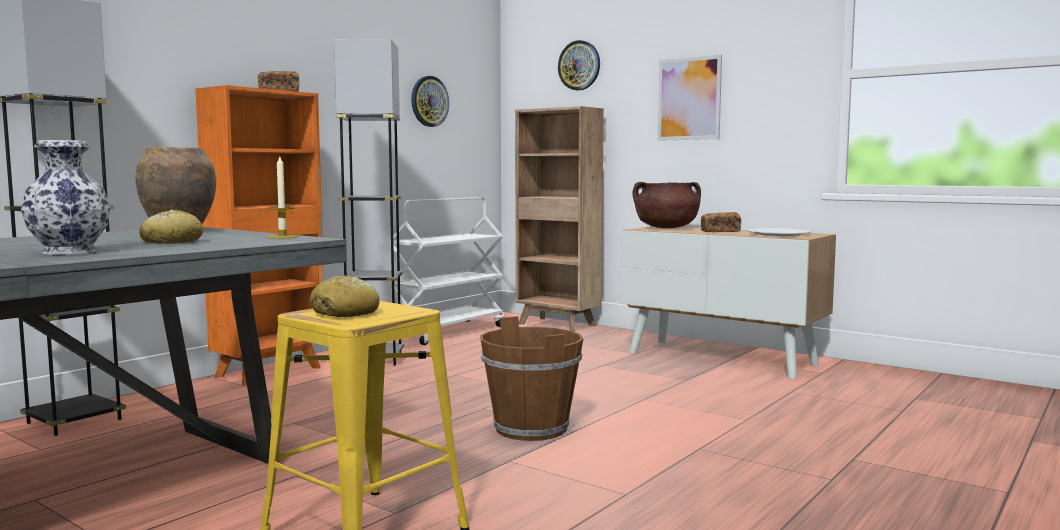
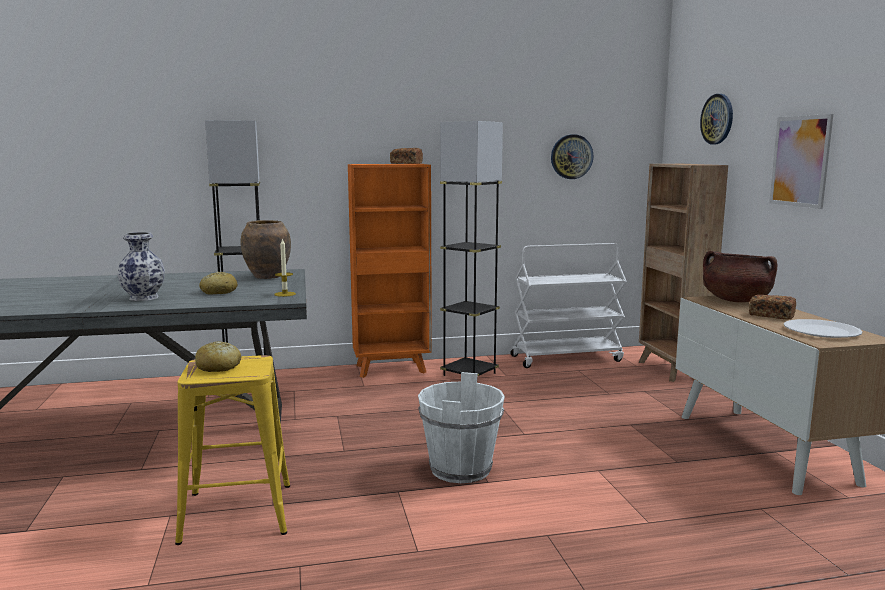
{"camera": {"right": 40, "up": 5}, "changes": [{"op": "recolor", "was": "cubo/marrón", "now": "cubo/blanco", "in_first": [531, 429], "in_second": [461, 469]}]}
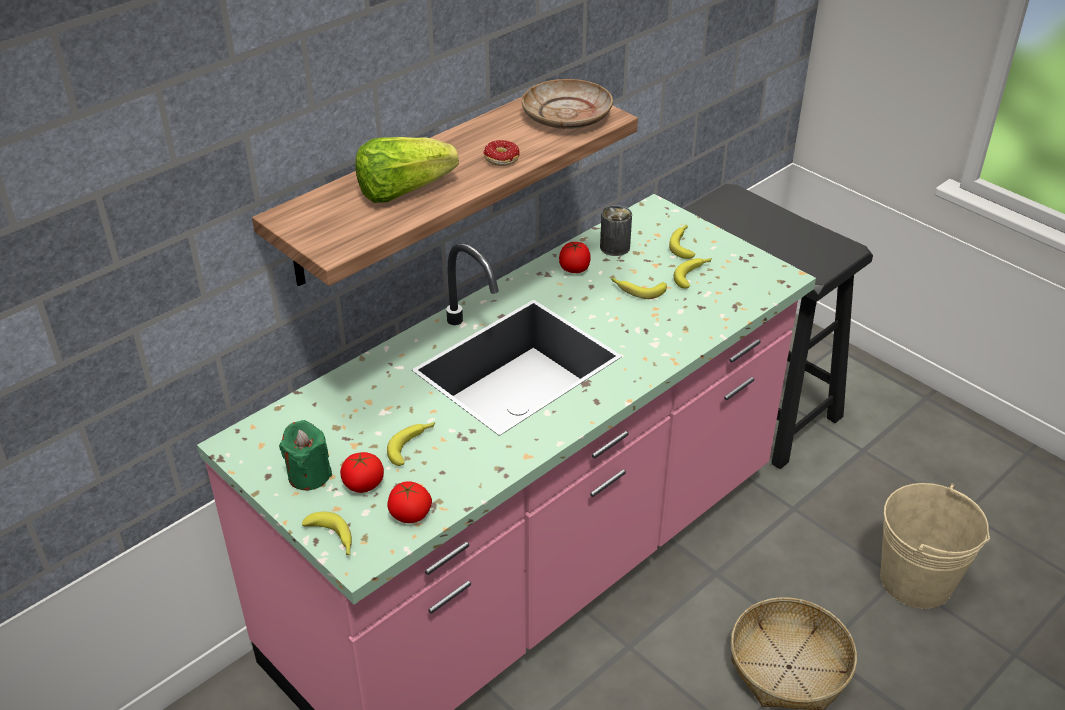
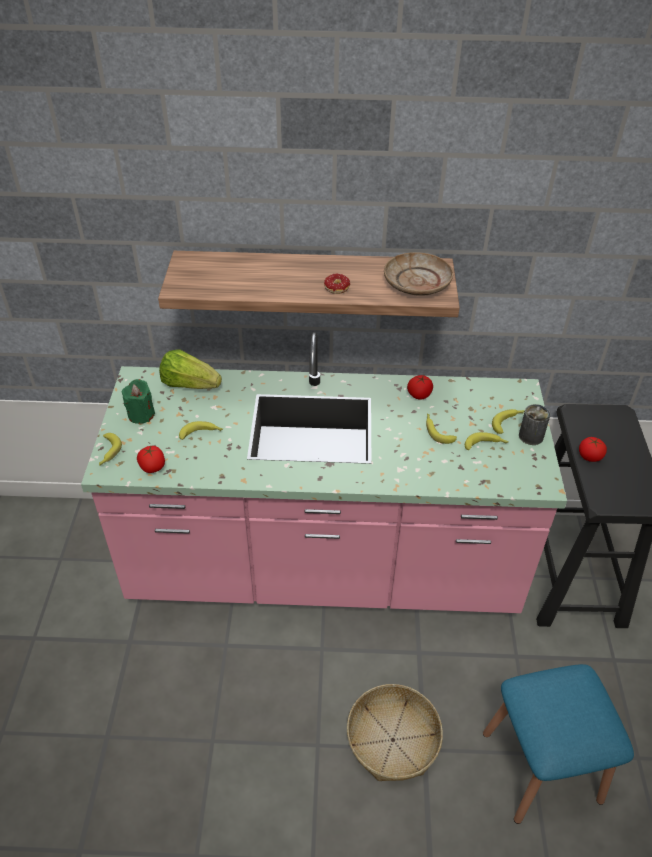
{"camera": {"right": 45, "up": 5}, "changes": [{"op": "move", "was": "lechuga", "in_first": [403, 191], "in_second": [189, 384]}, {"op": "replace", "was": "cubo/beis", "now": "taburete/azul", "in_first": [916, 580], "in_second": [541, 766]}, {"op": "move", "was": "lata", "in_first": [615, 247], "in_second": [531, 436]}, {"op": "move", "was": "tomate", "in_first": [363, 484], "in_second": [590, 456]}]}
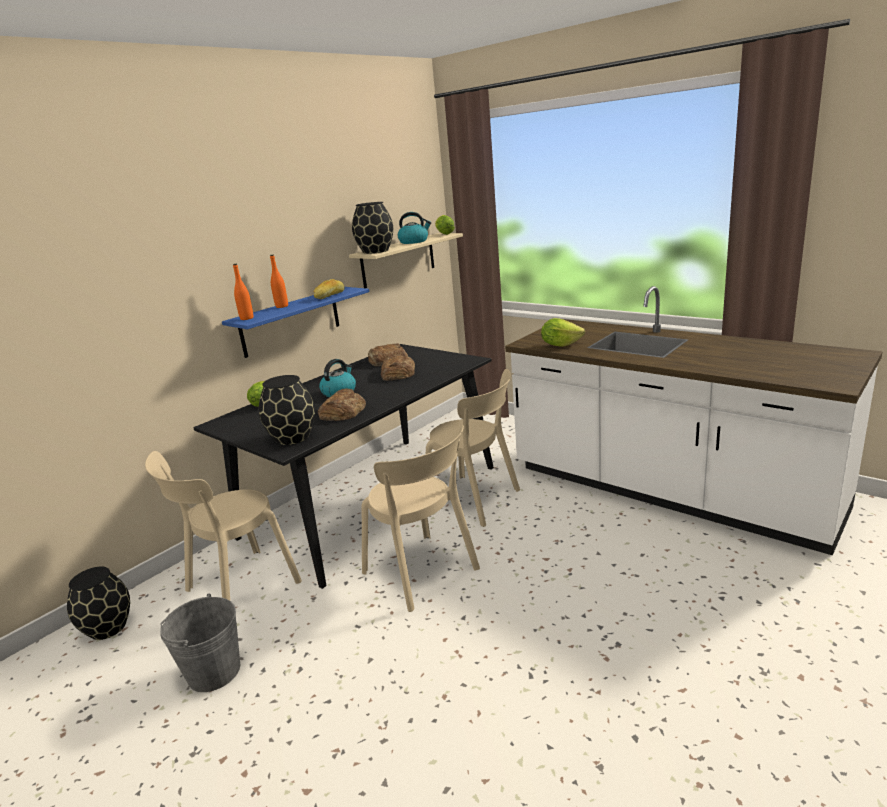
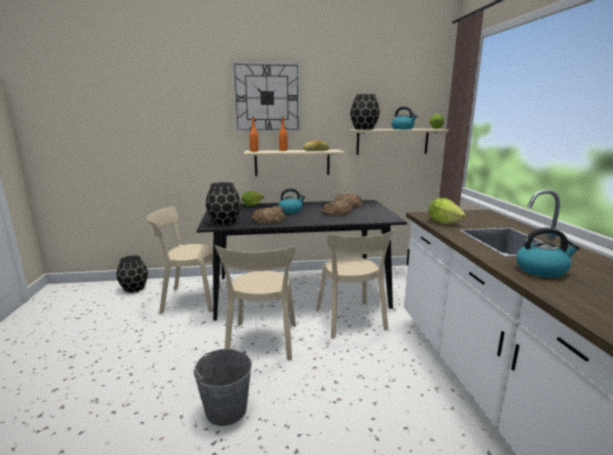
{"camera": {"right": 40, "up": -5}, "changes": [{"op": "move", "was": "cubo/gris", "in_first": [214, 671], "in_second": [226, 409]}, {"op": "insert", "now": "reloj de pared", "in_second": [267, 98]}, {"op": "recolor", "was": "estante/azul", "now": "estante/beis", "in_first": [291, 321], "in_second": [292, 162]}, {"op": "insert", "now": "hervidor", "in_second": [541, 270]}]}
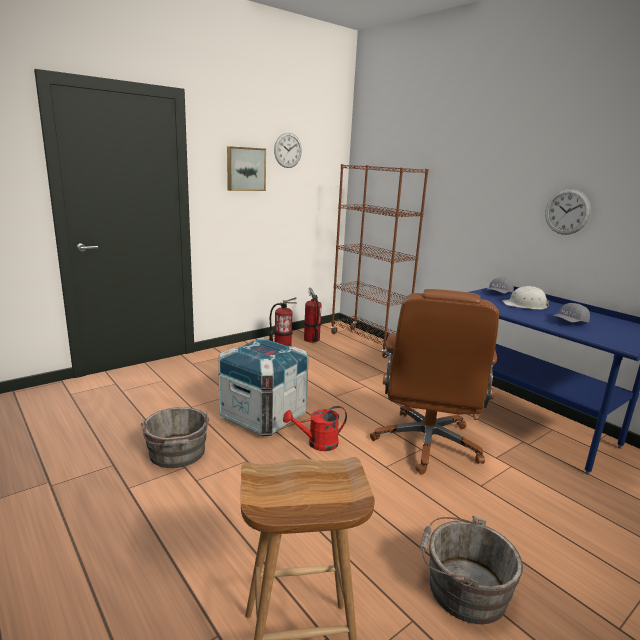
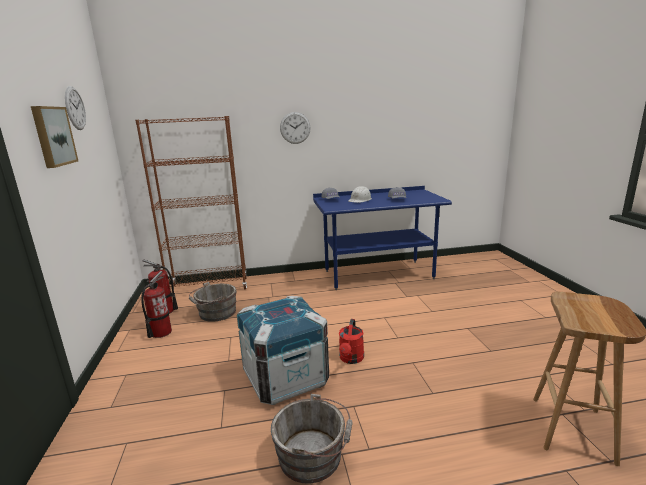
{"camera": {"right": -60, "up": 0}, "changes": [{"op": "move", "was": "cubo/gris", "in_first": [462, 588], "in_second": [215, 313]}, {"op": "move", "was": "reloj de pared", "in_first": [567, 212], "in_second": [295, 128]}, {"op": "delete", "was": "silla de oficina/marrón", "in_first": [427, 444]}]}
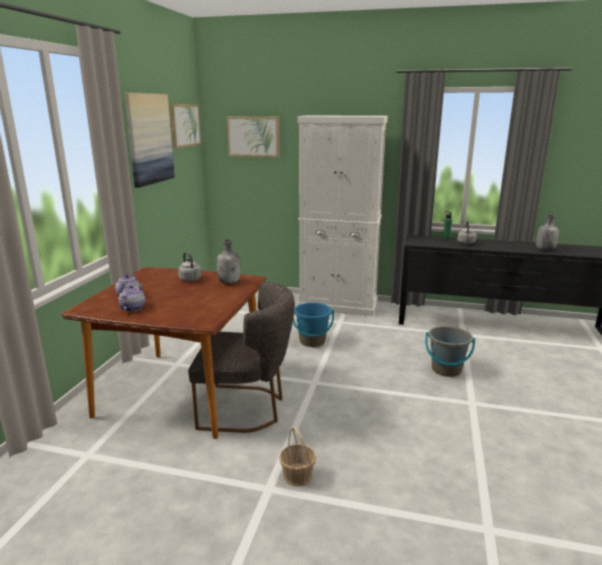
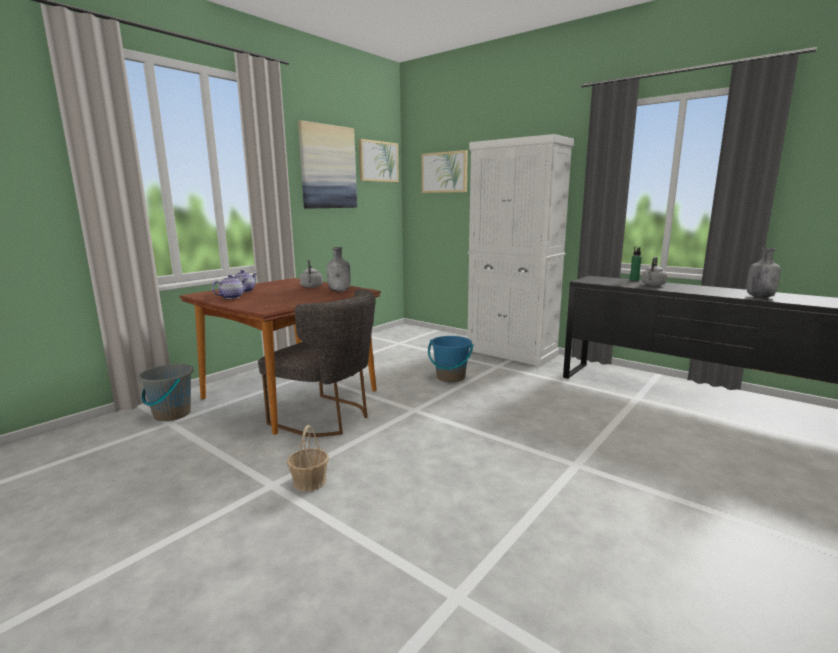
{"camera": {"right": 25, "up": -5}, "changes": [{"op": "move", "was": "cubo/gris", "in_first": [446, 370], "in_second": [172, 414]}]}
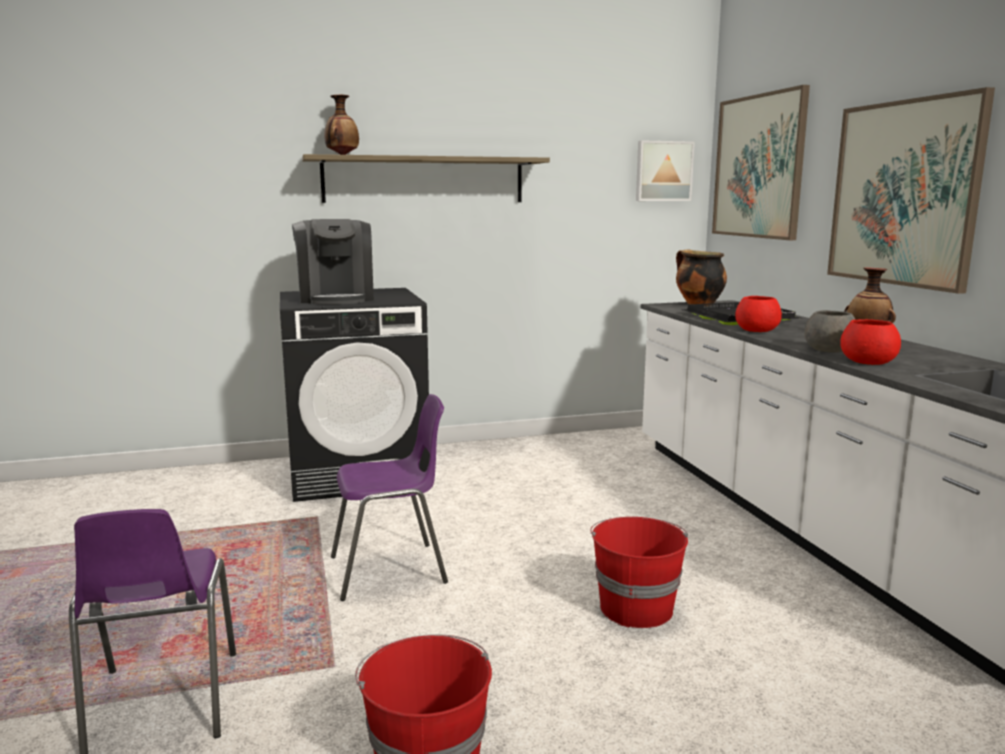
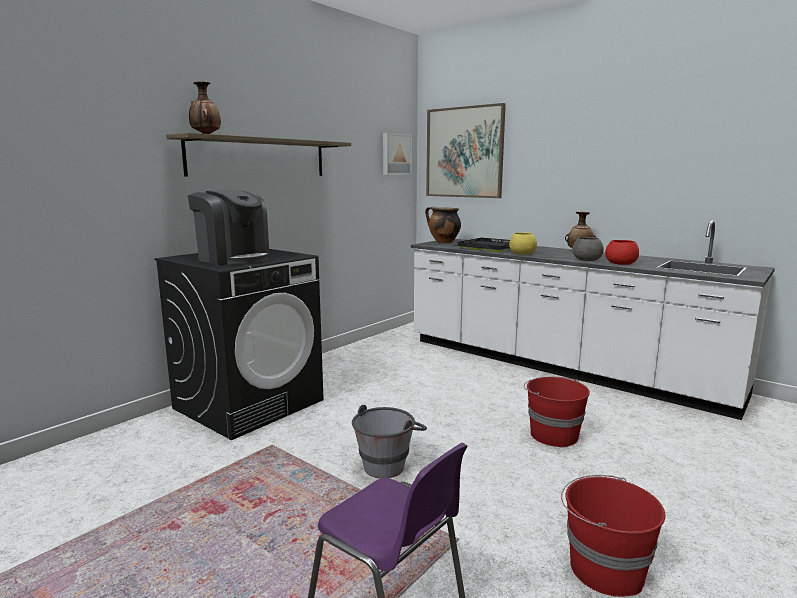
{"camera": {"right": -35, "up": 0}, "changes": [{"op": "replace", "was": "silla/morado", "now": "cubo/gris", "in_first": [391, 570], "in_second": [389, 463]}, {"op": "recolor", "was": "cuenco/rojo", "now": "cuenco/amarillo", "in_first": [756, 330], "in_second": [522, 253]}, {"op": "delete", "was": "cuadro", "in_first": [903, 193]}]}
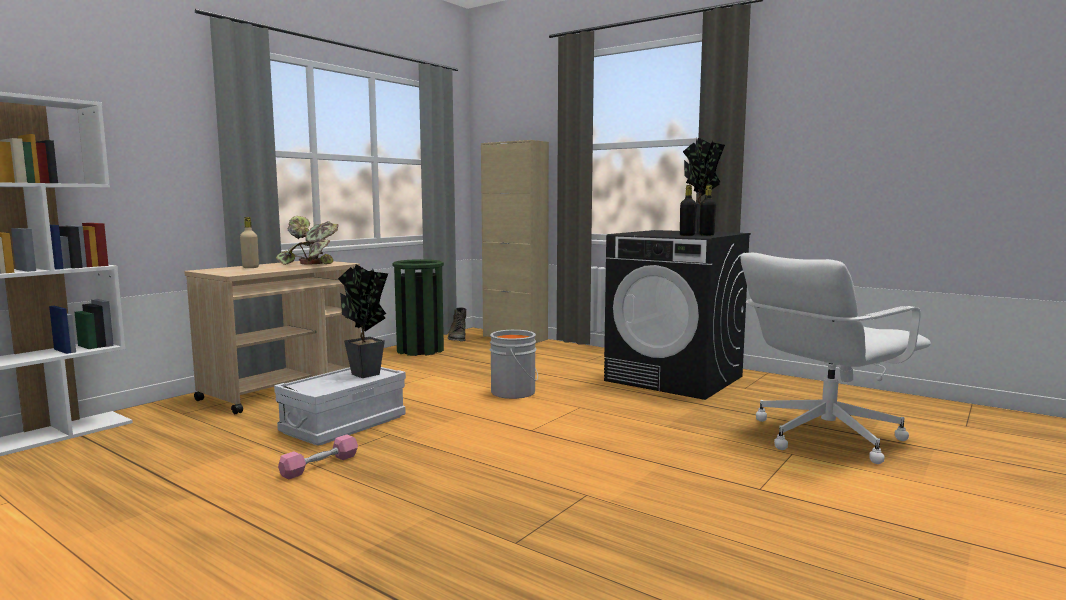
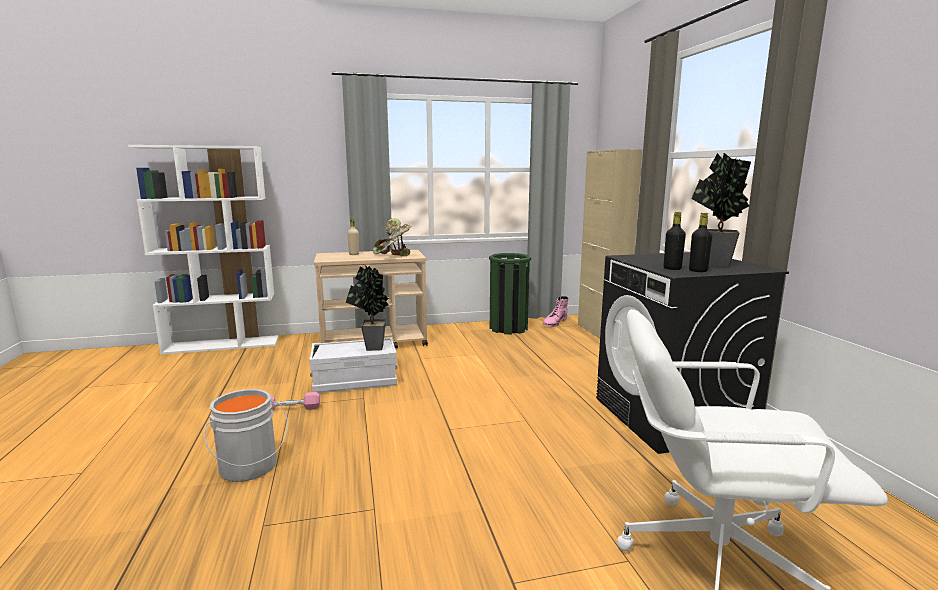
{"camera": {"right": 40, "up": 5}, "changes": [{"op": "move", "was": "cubo/gris", "in_first": [515, 392], "in_second": [249, 468]}, {"op": "recolor", "was": "bota/verde", "now": "bota/rosa", "in_first": [457, 338], "in_second": [554, 323]}]}
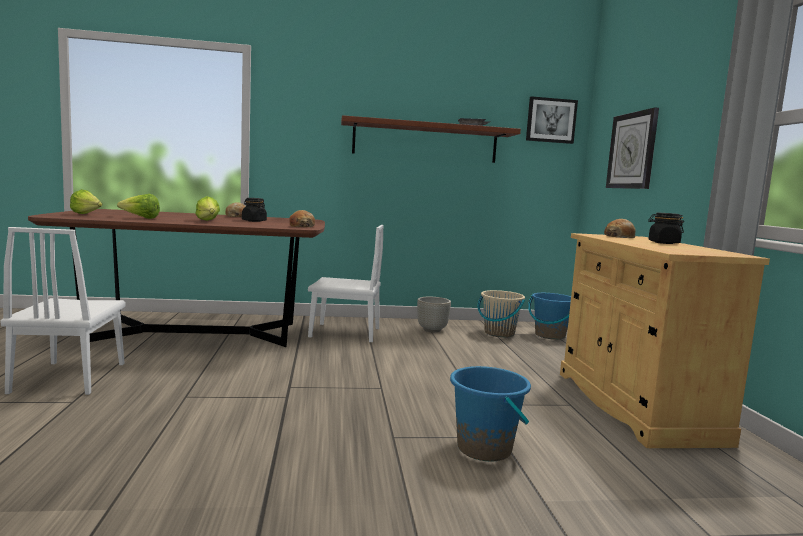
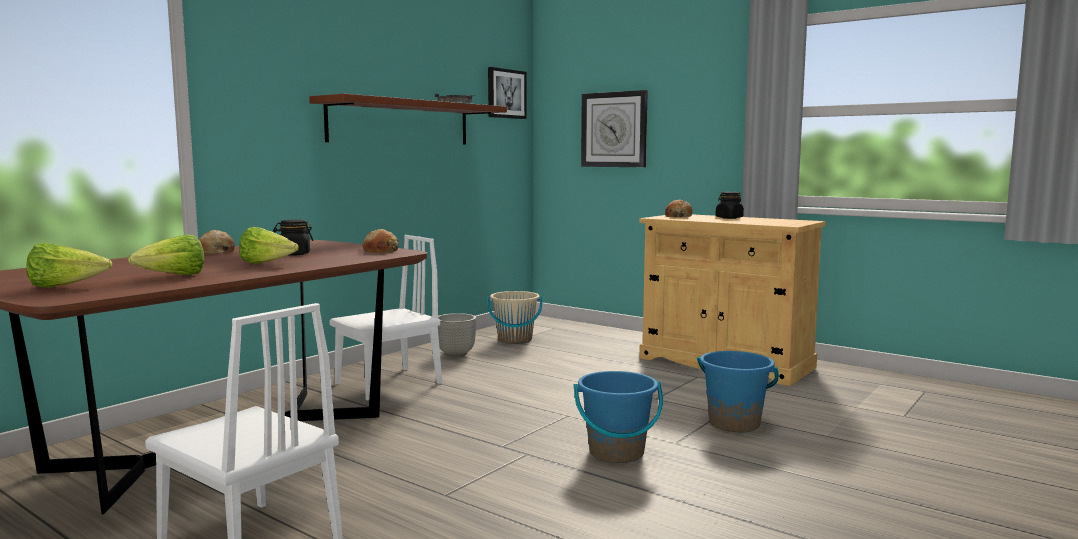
{"camera": {"right": -45, "up": 0}, "changes": [{"op": "move", "was": "cubo/azul", "in_first": [550, 335], "in_second": [616, 453]}]}
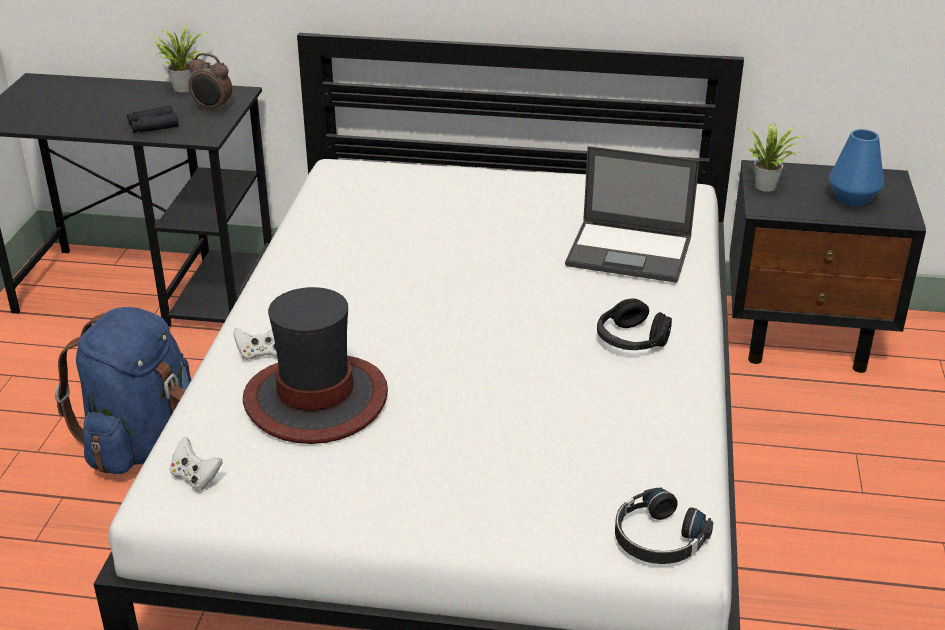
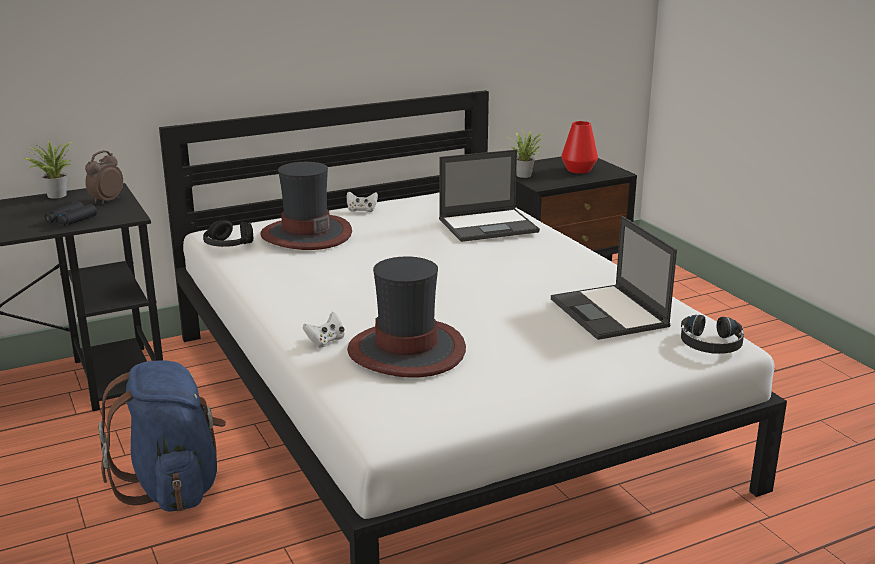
{"camera": {"right": -35, "up": -10}, "changes": [{"op": "rotate", "was": "despertador", "in_first": [212, 109], "in_second": [106, 201], "clockwise": 135}, {"op": "move", "was": "auriculares/negro", "in_first": [631, 340], "in_second": [228, 245]}, {"op": "insert", "now": "sombrero", "in_second": [306, 234]}, {"op": "move", "was": "mando de consola/blanco", "in_first": [195, 477], "in_second": [361, 210]}, {"op": "insert", "now": "portátil", "in_second": [610, 313]}, {"op": "recolor", "was": "florero/azul", "now": "florero/rojo", "in_first": [852, 198], "in_second": [578, 170]}]}
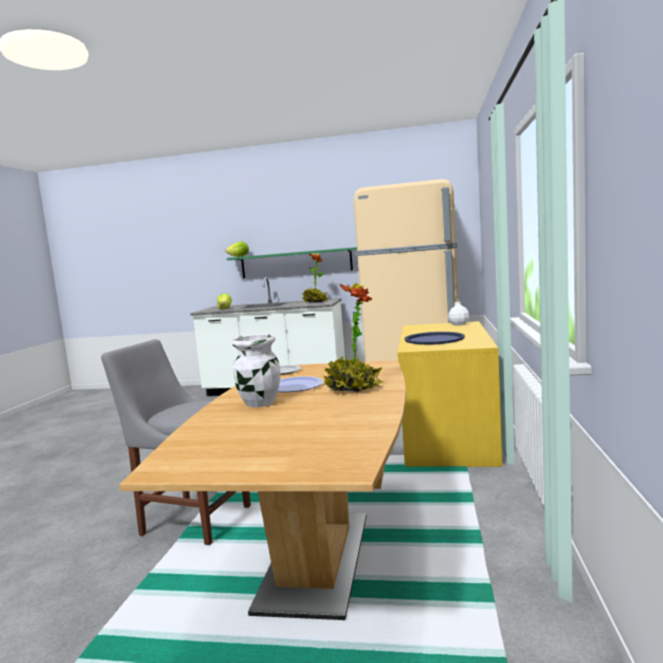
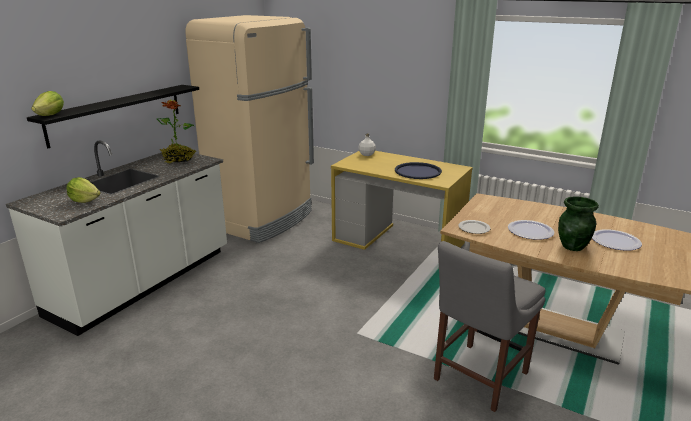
{"camera": {"right": -70, "up": 15}, "changes": [{"op": "recolor", "was": "estante/verde", "now": "estante/negro", "in_first": [296, 263], "in_second": [117, 114]}, {"op": "recolor", "was": "florero/blanco", "now": "florero/verde", "in_first": [259, 403], "in_second": [573, 246]}, {"op": "insert", "now": "plato", "in_second": [615, 241]}, {"op": "delete", "was": "planta en maceta", "in_first": [352, 388]}]}
